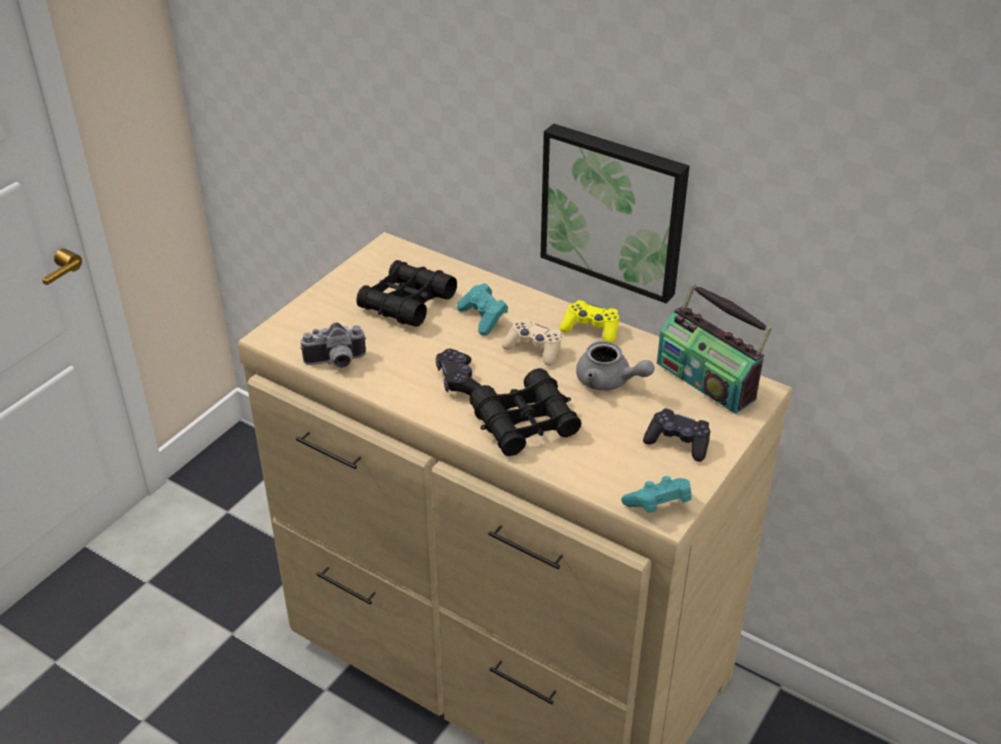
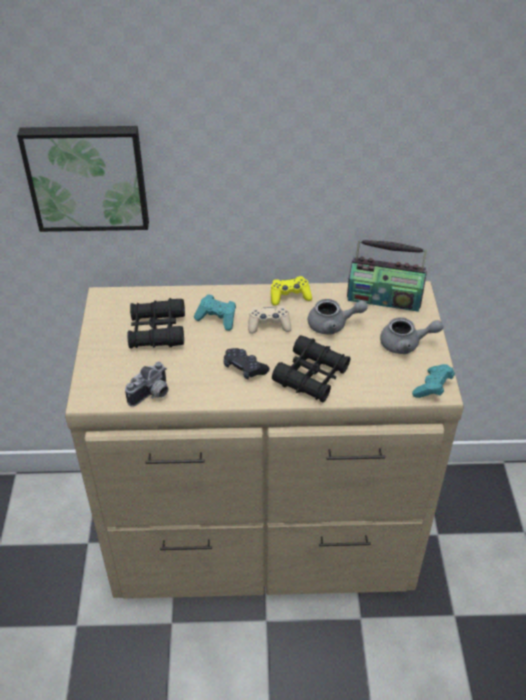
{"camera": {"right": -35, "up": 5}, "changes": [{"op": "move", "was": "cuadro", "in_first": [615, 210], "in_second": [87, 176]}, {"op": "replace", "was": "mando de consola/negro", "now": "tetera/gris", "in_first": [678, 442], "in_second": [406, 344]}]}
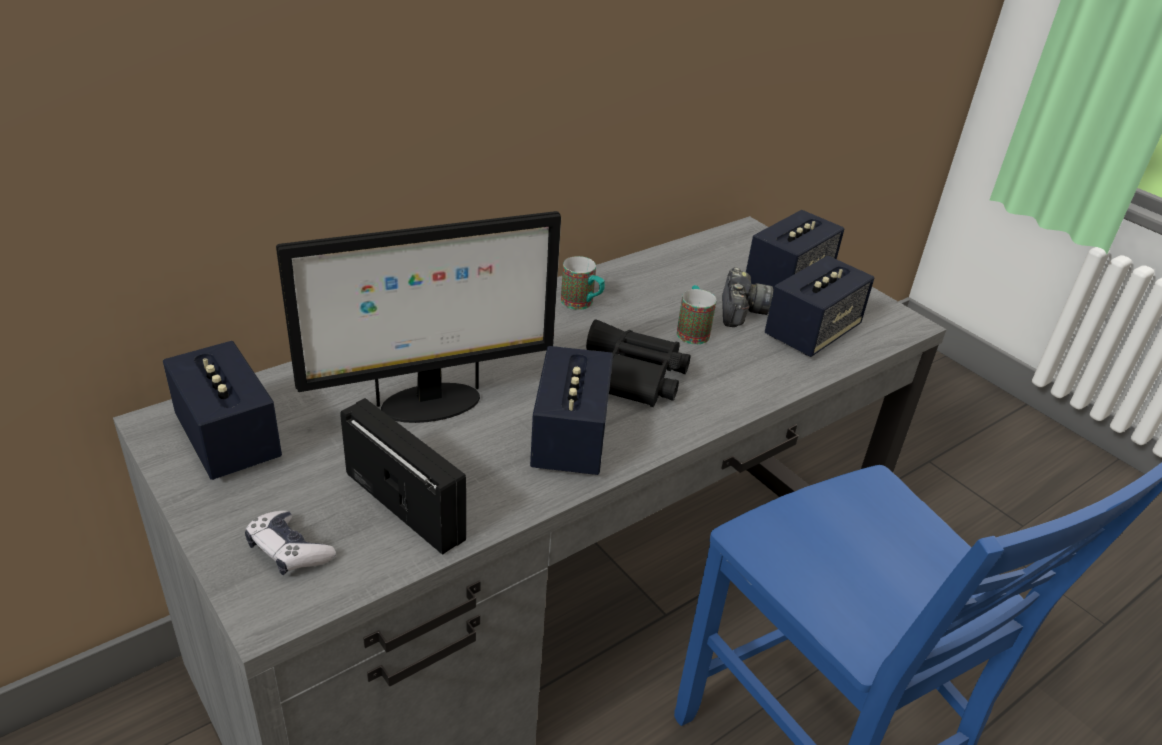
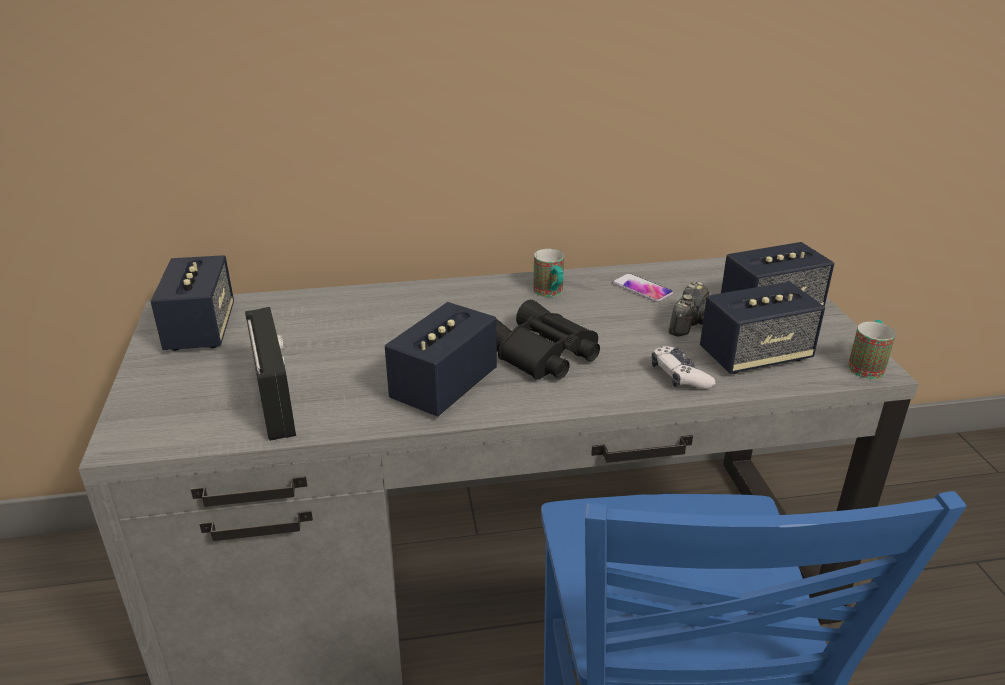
{"camera": {"right": 30, "up": -5}, "changes": [{"op": "insert", "now": "móvil", "in_second": [642, 288]}, {"op": "move", "was": "mando de consola", "in_first": [289, 551], "in_second": [679, 376]}, {"op": "move", "was": "taza grande", "in_first": [692, 330], "in_second": [867, 365]}, {"op": "delete", "was": "monitor", "in_first": [429, 404]}]}
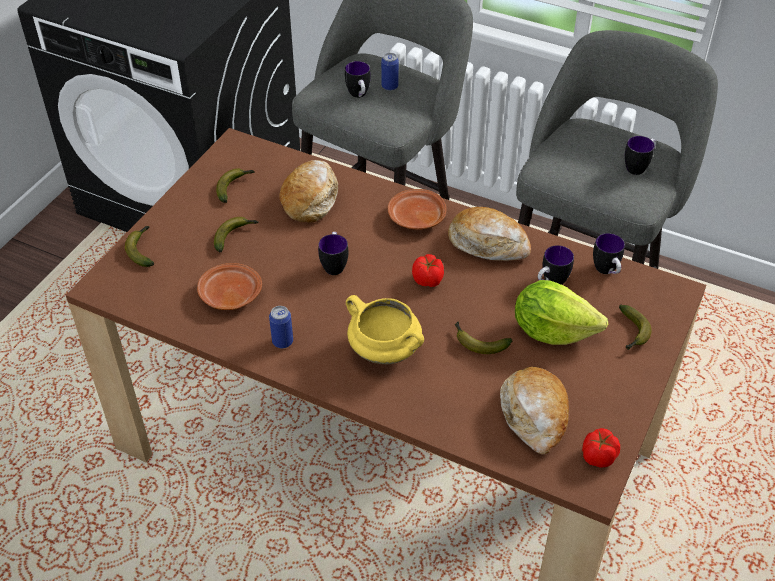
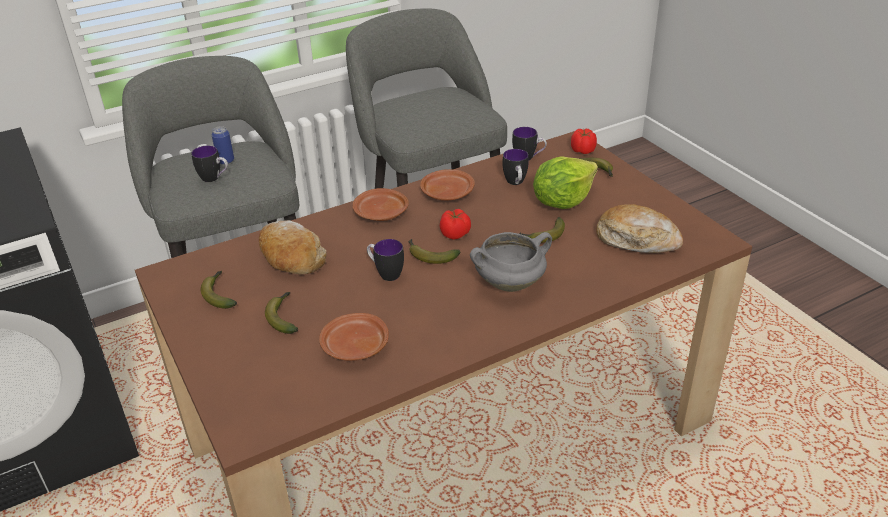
{"camera": {"right": -55, "up": -10}, "changes": [{"op": "move", "was": "plátano", "in_first": [142, 250], "in_second": [429, 256]}, {"op": "replace", "was": "pan", "now": "plato/marrón", "in_first": [488, 244], "in_second": [447, 193]}, {"op": "recolor", "was": "olla/amarillo", "now": "olla/gris", "in_first": [386, 351], "in_second": [510, 283]}, {"op": "move", "was": "tomate", "in_first": [597, 457], "in_second": [583, 151]}, {"op": "delete", "was": "lata", "in_first": [282, 341]}, {"op": "delete", "was": "taza grande", "in_first": [638, 167]}]}
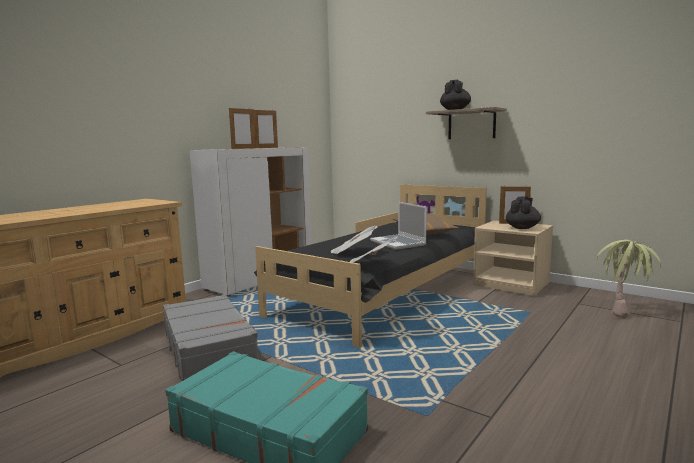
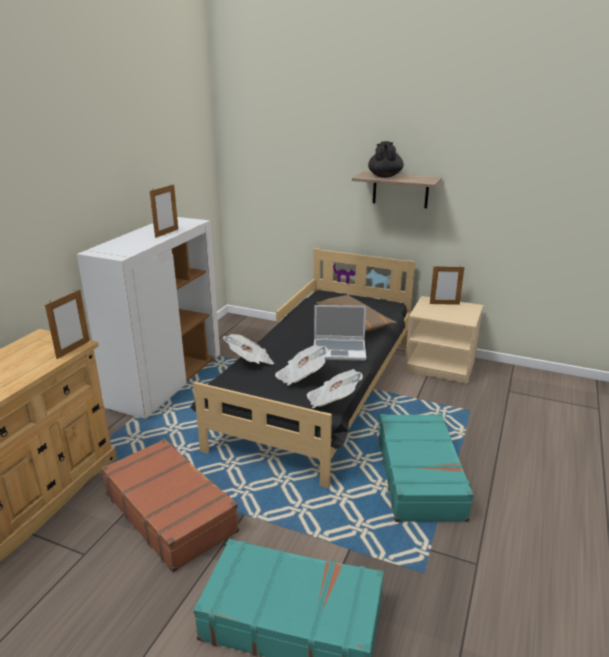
{"camera": {"right": -15, "up": 15}, "changes": [{"op": "move", "was": "portarretratos", "in_first": [243, 148], "in_second": [73, 349]}, {"op": "recolor", "was": "maleta/gris", "now": "maleta/marrón", "in_first": [210, 348], "in_second": [171, 511]}, {"op": "insert", "now": "periódico", "in_second": [250, 361]}, {"op": "rotate", "was": "portátil", "in_first": [398, 243], "in_second": [340, 350], "clockwise": -45}, {"op": "insert", "now": "maleta/turquesa", "in_second": [420, 476]}, {"op": "delete", "was": "tetera/negro", "in_first": [522, 228]}, {"op": "delete", "was": "planta en maceta", "in_first": [624, 311]}]}
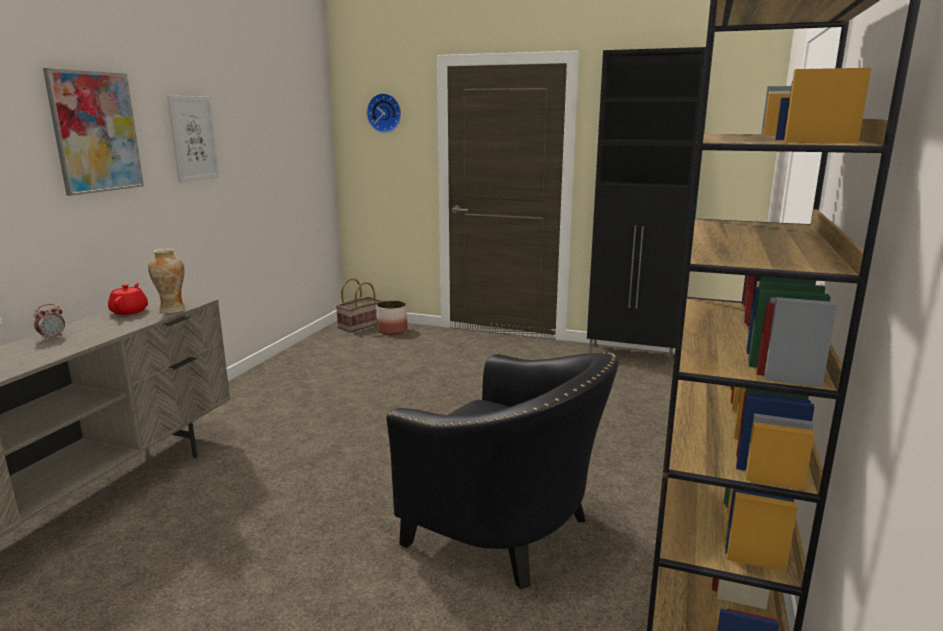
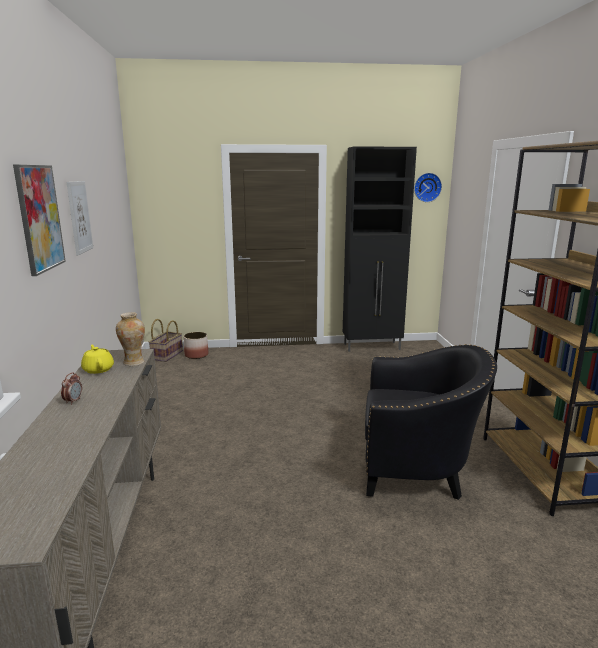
{"camera": {"right": -25, "up": 0}, "changes": [{"op": "recolor", "was": "tetera/rojo", "now": "tetera/amarillo", "in_first": [130, 311], "in_second": [98, 369]}, {"op": "move", "was": "reloj de pared", "in_first": [385, 113], "in_second": [427, 187]}]}
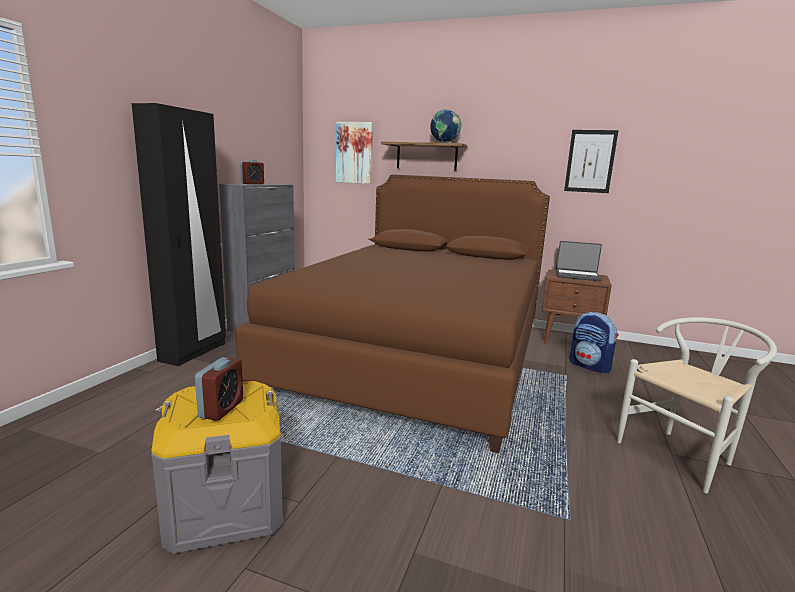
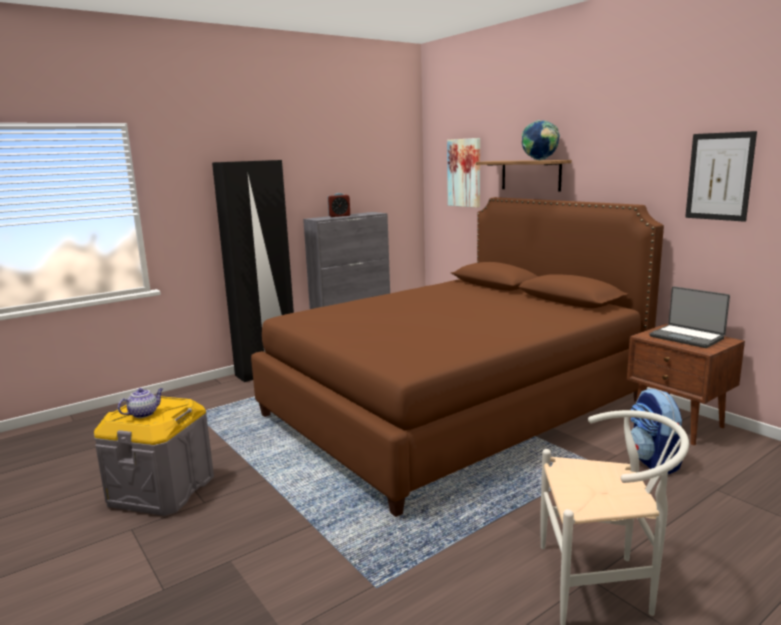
{"camera": {"right": 35, "up": 0}, "changes": [{"op": "replace", "was": "despertador", "now": "tetera", "in_first": [221, 409], "in_second": [144, 414]}]}
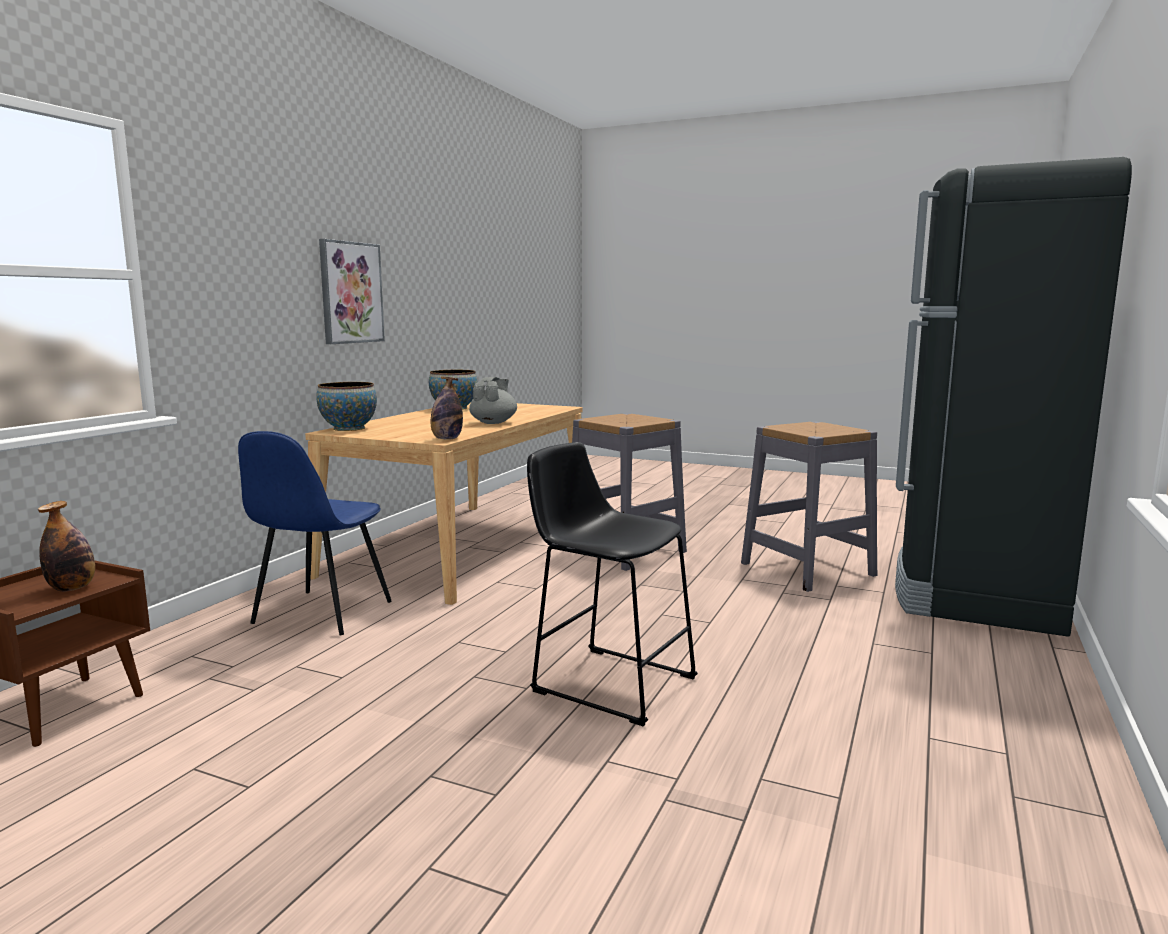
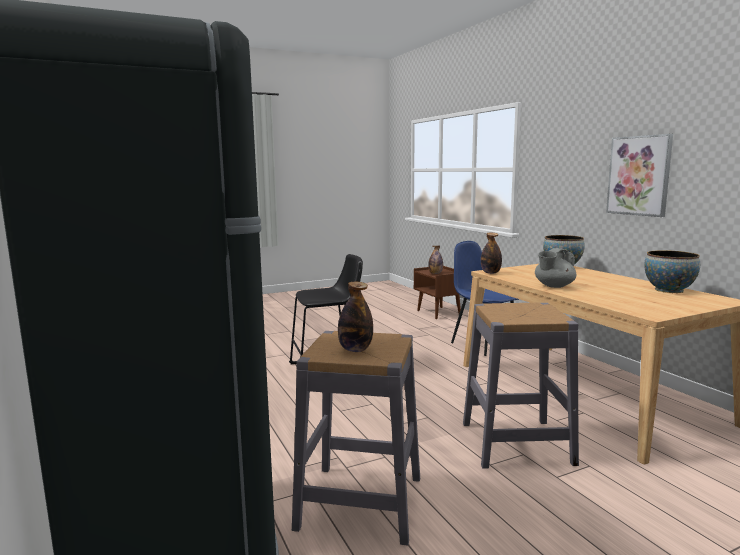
{"camera": {"right": 130, "up": 0}, "changes": [{"op": "insert", "now": "botella", "in_second": [355, 350]}, {"op": "rotate", "was": "tetera/gris", "in_first": [494, 422], "in_second": [553, 286], "clockwise": 90}]}
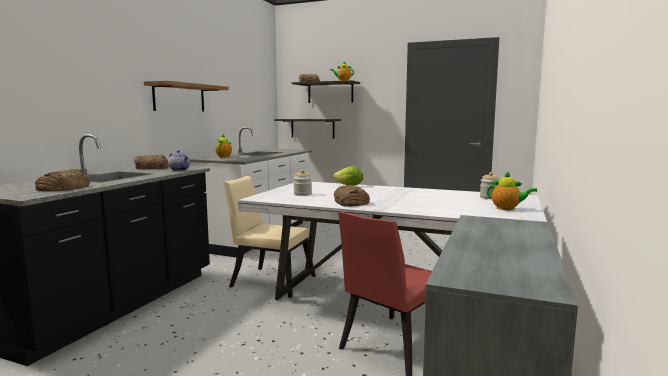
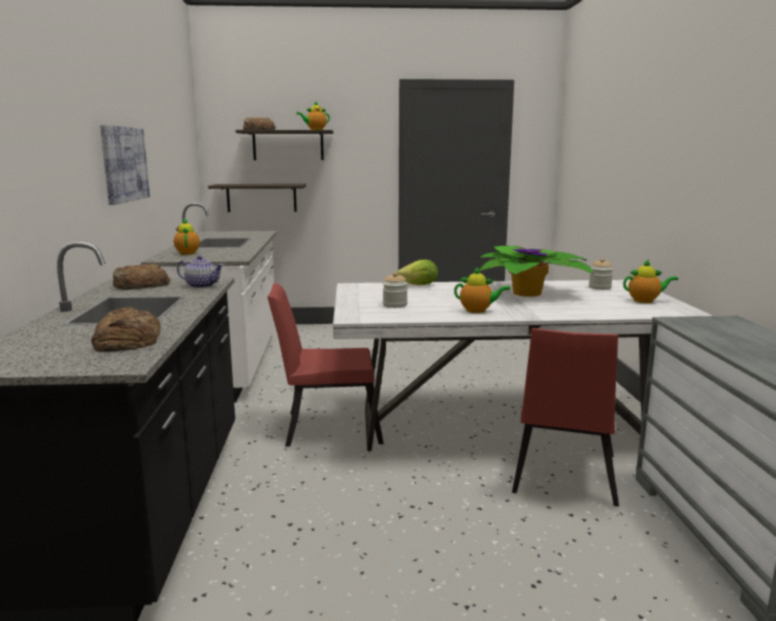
{"camera": {"right": -25, "up": 5}, "changes": [{"op": "replace", "was": "estante", "now": "cuadro", "in_first": [179, 97], "in_second": [124, 164]}, {"op": "recolor", "was": "silla/beis", "now": "silla/rojo", "in_first": [269, 281], "in_second": [326, 427]}, {"op": "replace", "was": "pan", "now": "tetera", "in_first": [350, 202], "in_second": [478, 311]}, {"op": "insert", "now": "planta en maceta", "in_second": [530, 293]}]}
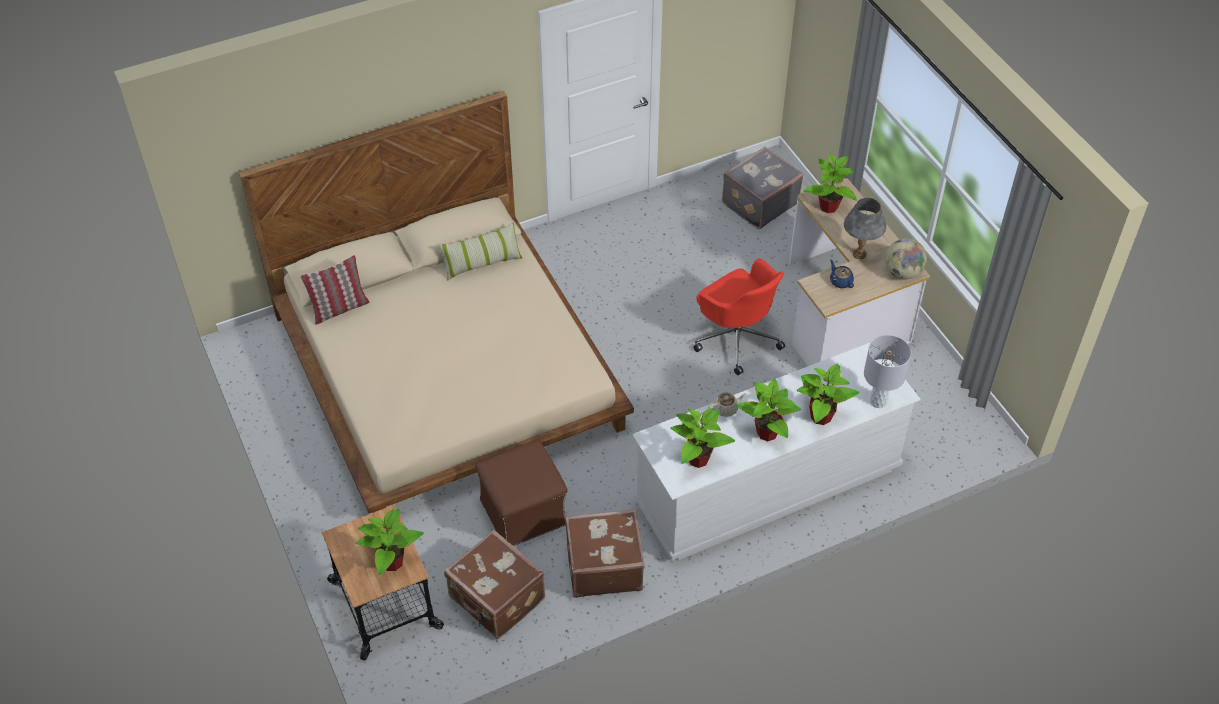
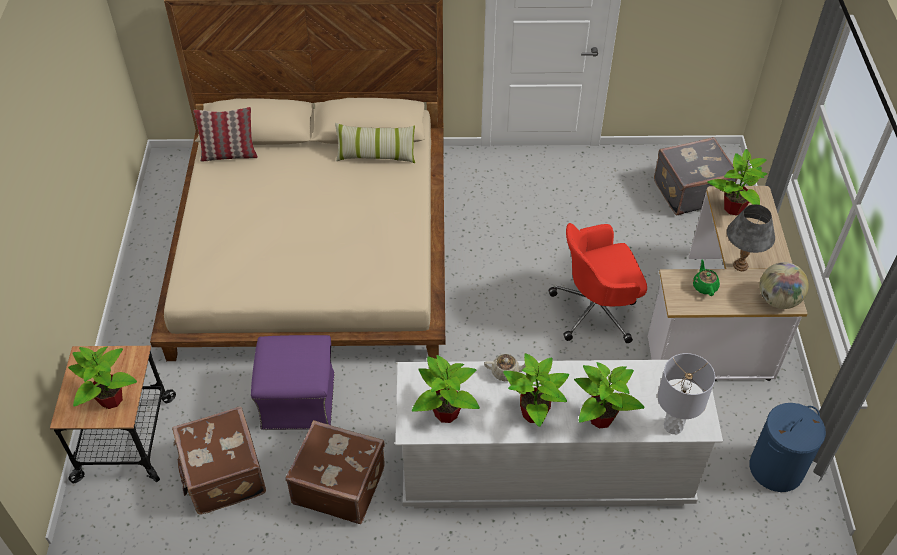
{"camera": {"right": 25, "up": 0}, "changes": [{"op": "recolor", "was": "puf/marrón", "now": "puf/morado", "in_first": [524, 512], "in_second": [299, 401]}, {"op": "rotate", "was": "silla de oficina/rojo", "in_first": [736, 338], "in_second": [596, 310], "clockwise": 90}, {"op": "recolor", "was": "tetera/azul", "now": "tetera/verde", "in_first": [840, 281], "in_second": [704, 286]}, {"op": "insert", "now": "cesto de la ropa/azul", "in_second": [776, 468]}]}
